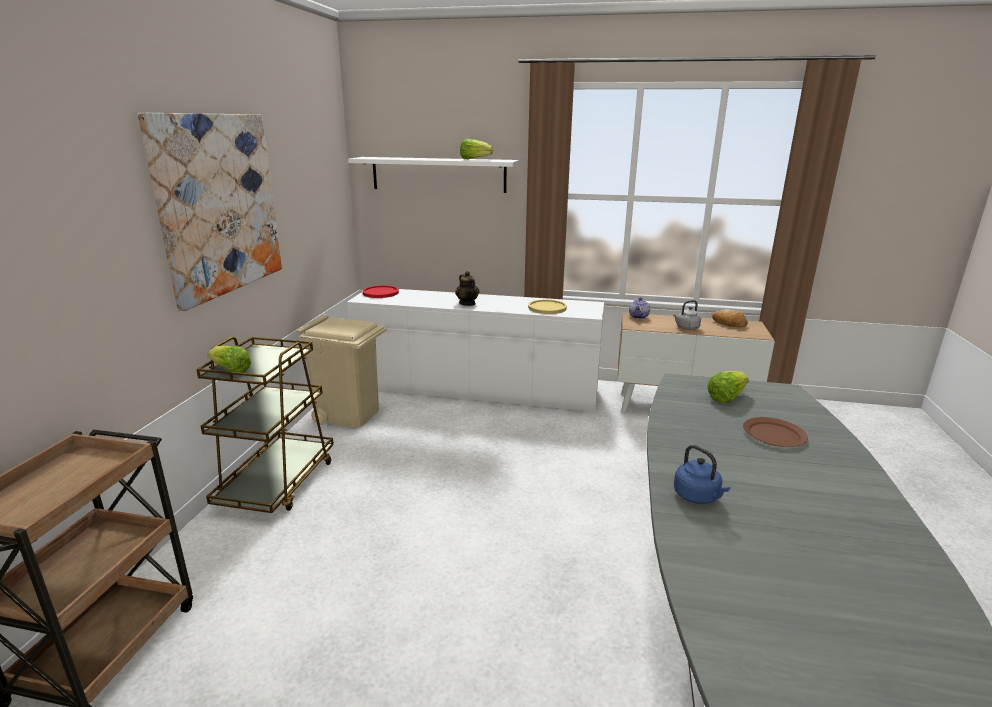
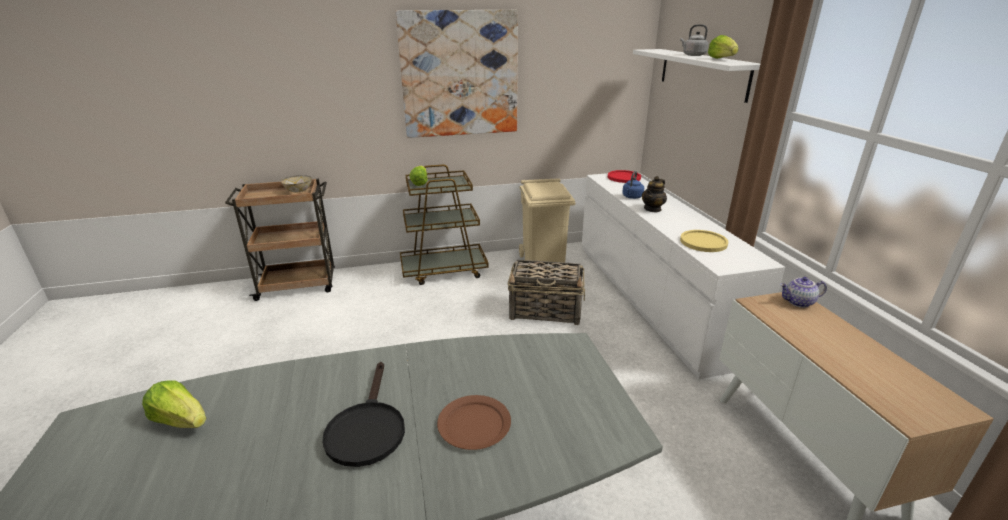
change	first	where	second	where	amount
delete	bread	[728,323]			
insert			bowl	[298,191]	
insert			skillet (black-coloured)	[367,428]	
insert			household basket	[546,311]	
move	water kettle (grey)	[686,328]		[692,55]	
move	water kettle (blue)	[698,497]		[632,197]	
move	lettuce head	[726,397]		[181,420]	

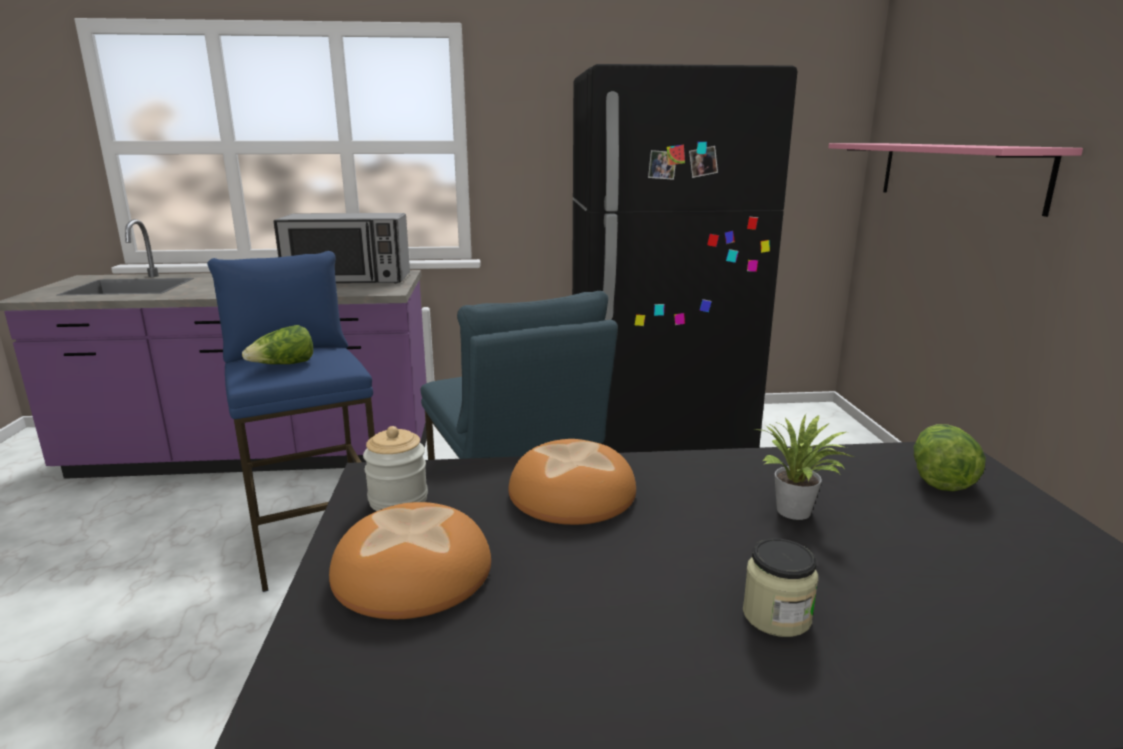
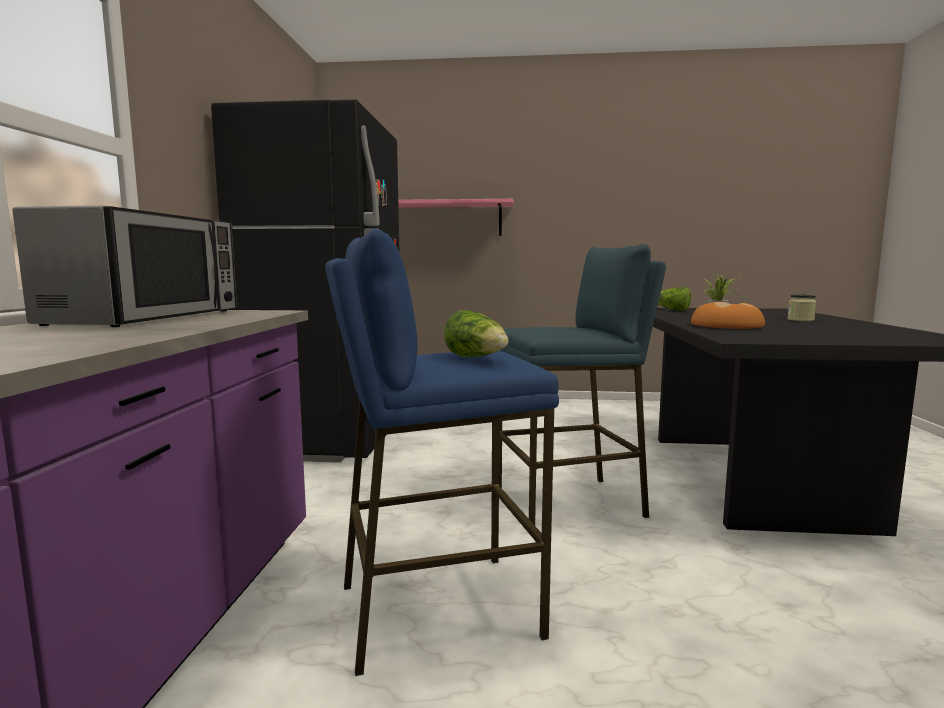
change	first	where	second	where	amount
delete	bread	[410,573]			
delete	storage jar	[398,500]			

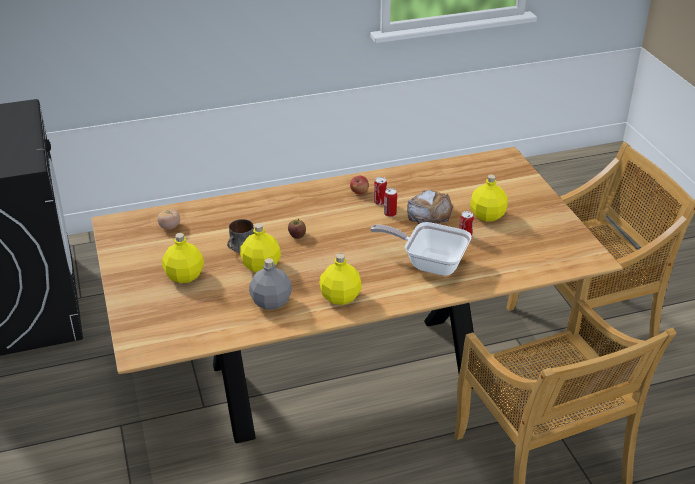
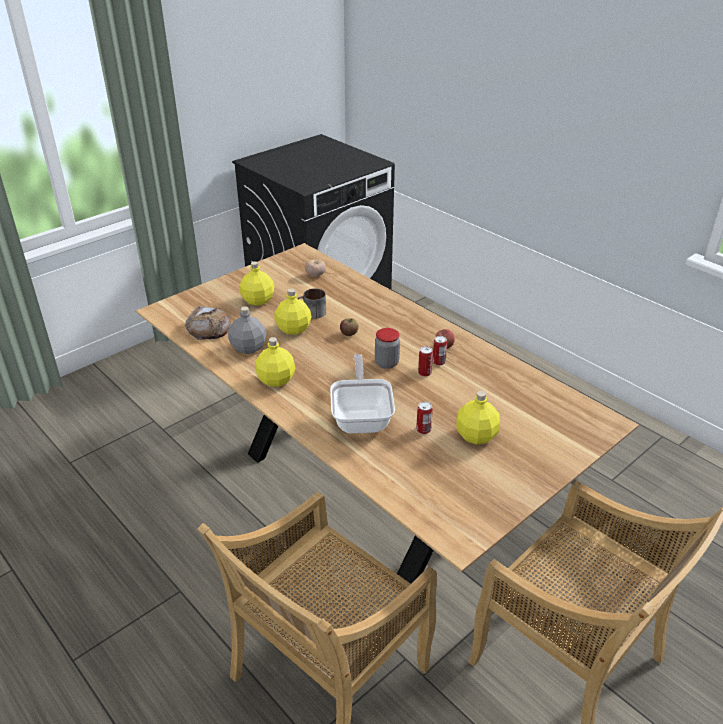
change	first	where	second	where	amount
insert			storage jar	[386,363]	
move	bread	[429,213]		[209,328]	

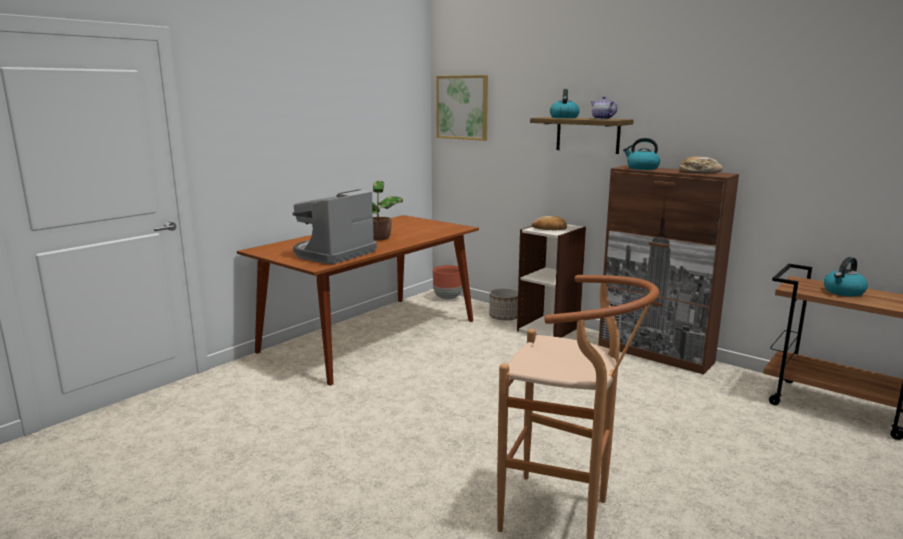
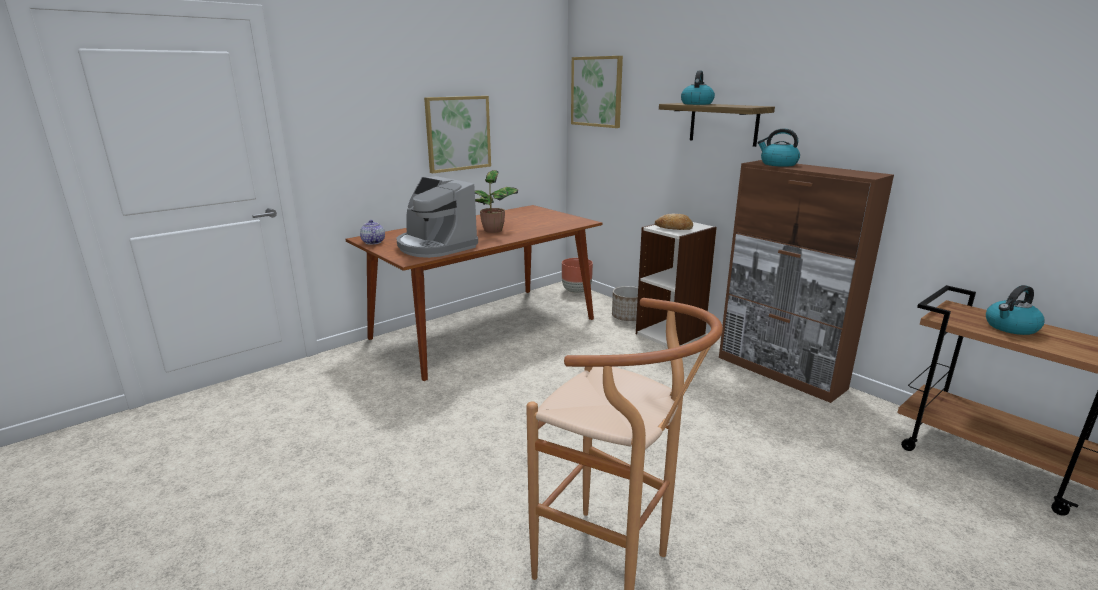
change	first	where	second	where	amount
delete	bread	[699,172]			
insert			picture	[458,133]	
move	teapot	[602,118]		[373,242]	
rotate	coffee machine	[333,254]		[435,246]	90 degrees counterclockwise

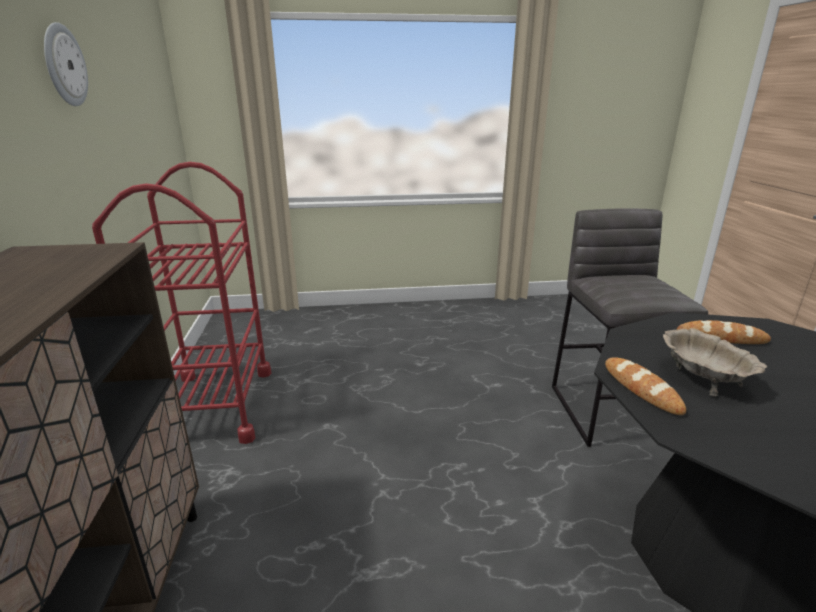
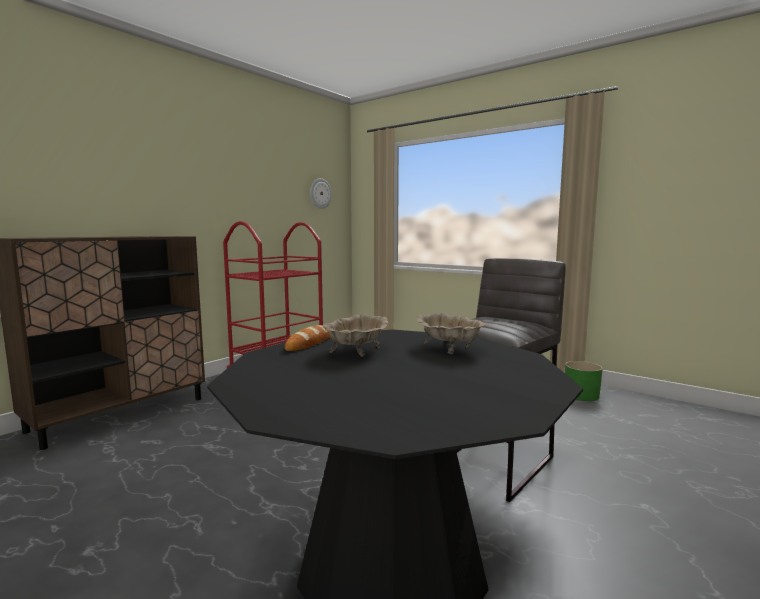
change	first	where	second	where	amount
insert			plant pot (green-coloured)	[581,395]	
move	wall clock	[64,65]		[320,193]	
replace	bread	[721,337]	bowl (beige)	[450,347]	

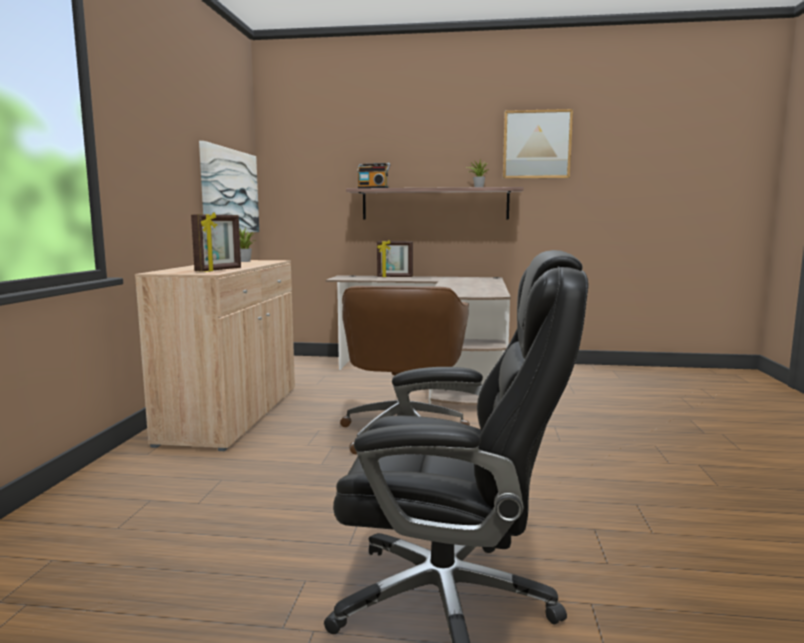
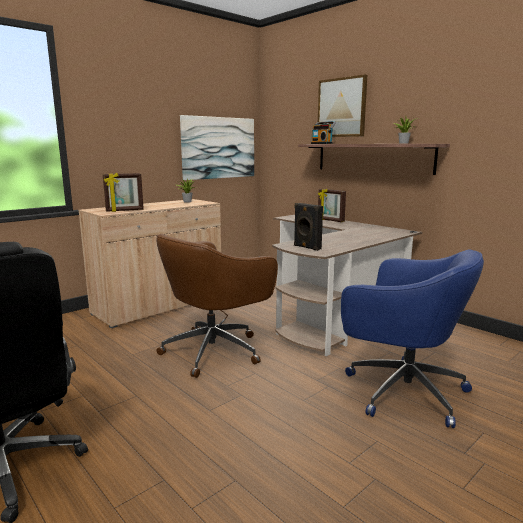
change	first	where	second	where	amount
insert			loudspeaker (black-coloured)	[306,247]	
insert			computer chair (blue)	[401,390]	
move	picture	[536,144]		[342,107]	

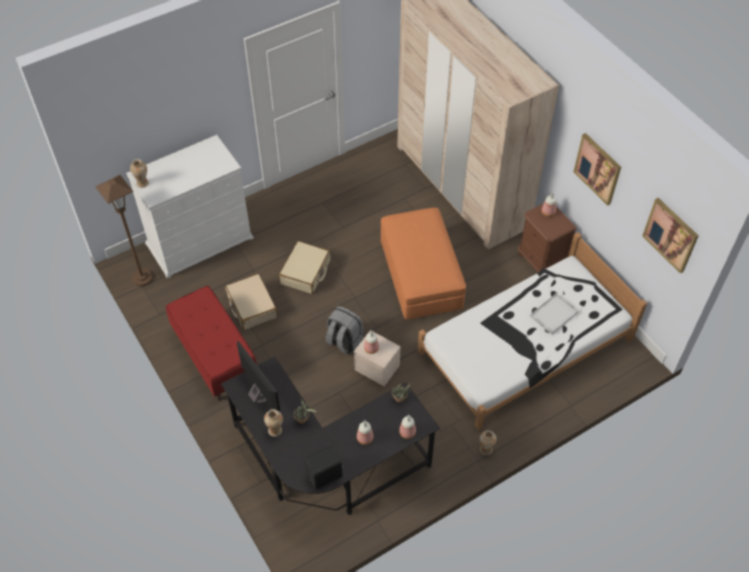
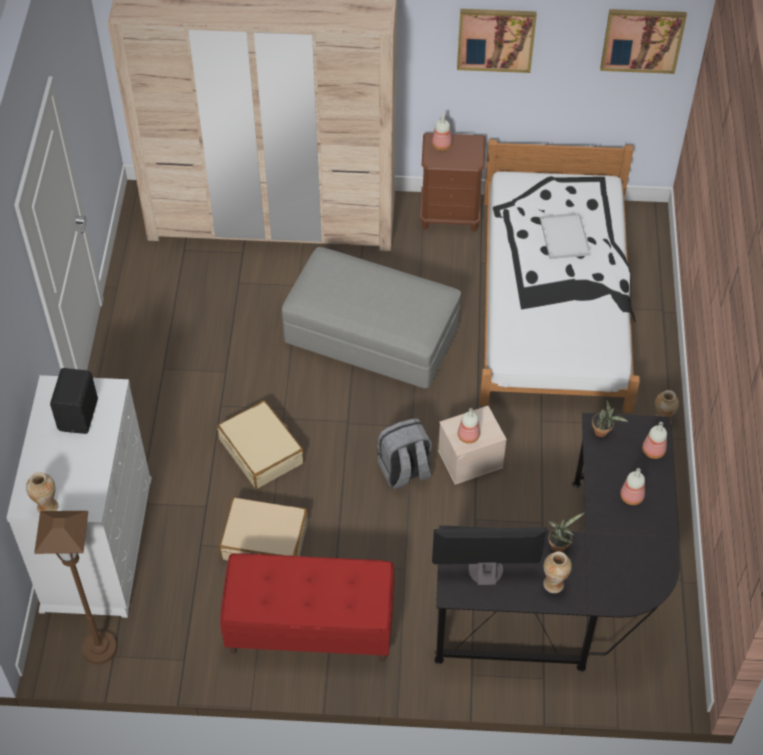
change	first	where	second	where	amount
move	loudspeaker (black-coloured)	[325,475]		[80,415]	
recolor	ottoman (orangey)	[420,275]	ottoman (grey)	[372,336]	

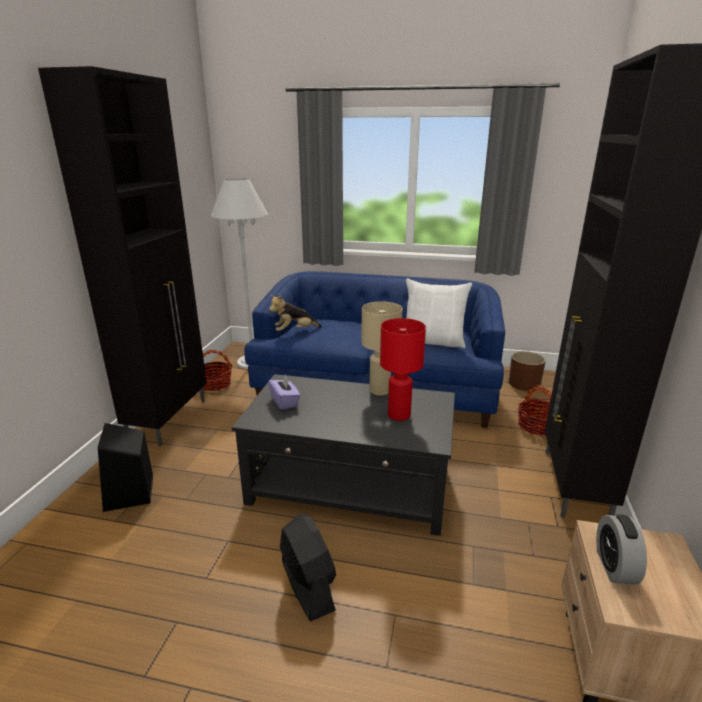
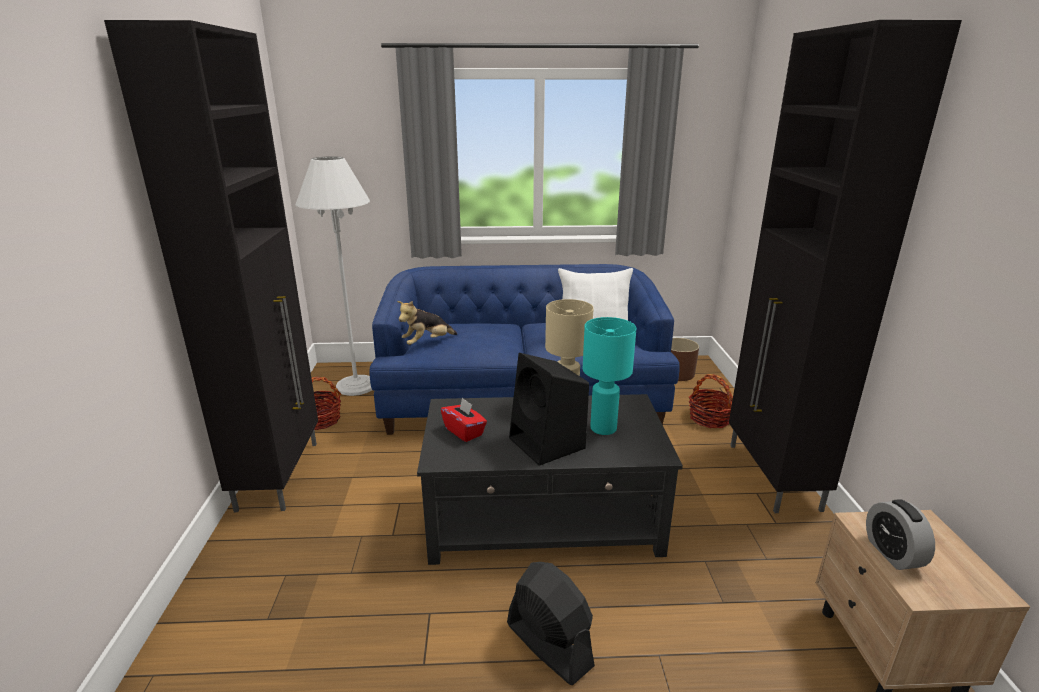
change	first	where	second	where	amount
move	loudspeaker (black-coloured)	[129,494]		[548,444]	
recolor	tissue box (purple-coloured)	[285,402]	tissue box (reddish)	[464,431]	
recolor	lamp for a table (reddish)	[398,415]	lamp for a table (blue-green)	[602,428]	

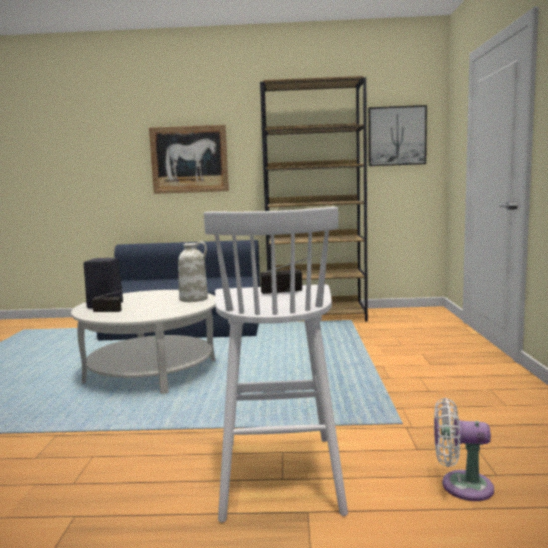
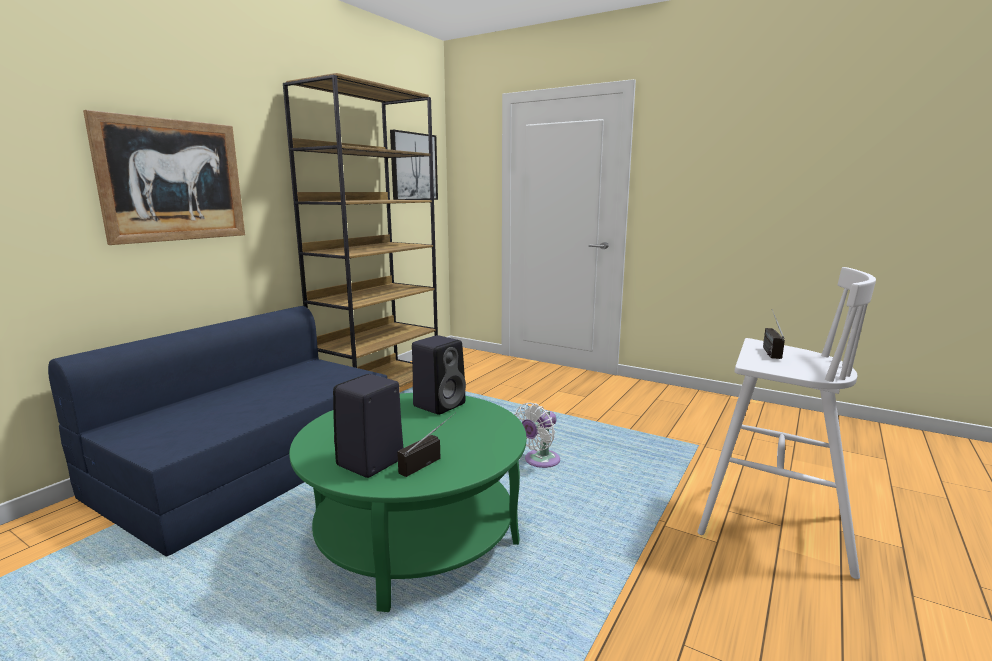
change	first	where	second	where	amount
move	fan (white-coloured)	[461,486]		[539,461]	
replace	vase (white-coloured)	[194,299]	loudspeaker (black-coloured)	[440,404]	
recolor	low table (white-coloured)	[152,371]	low table (green-coloured)	[415,534]	

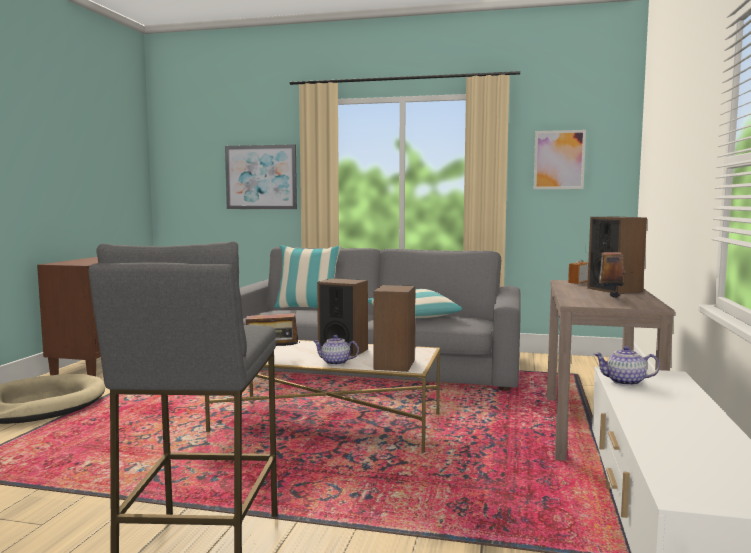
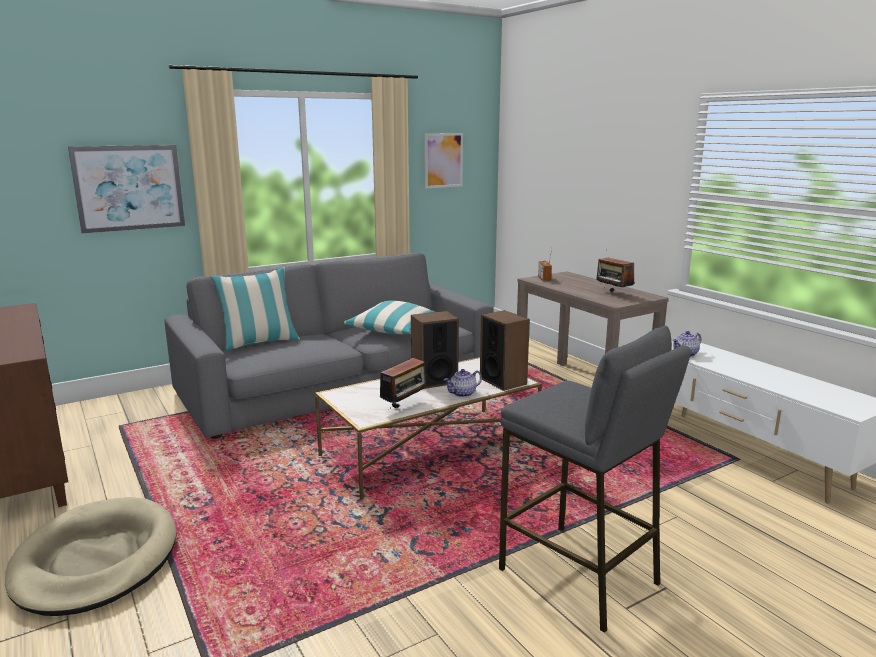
change	first	where	second	where	amount
delete	loudspeaker	[614,290]			

